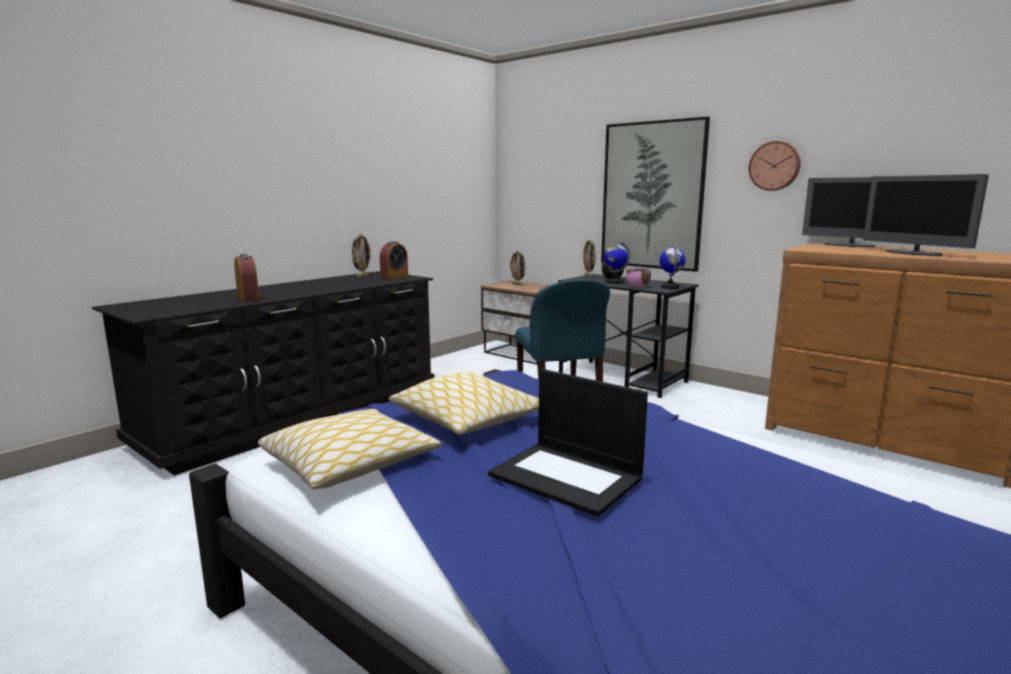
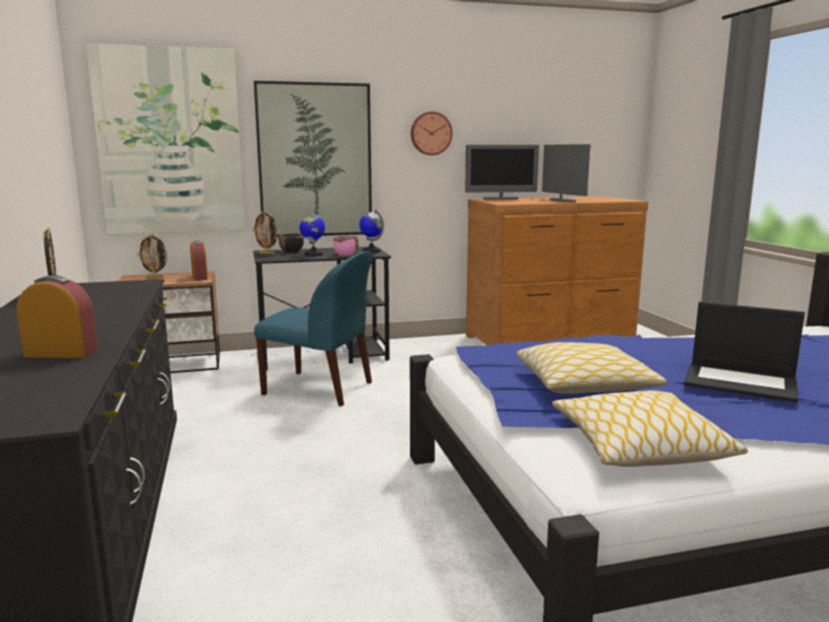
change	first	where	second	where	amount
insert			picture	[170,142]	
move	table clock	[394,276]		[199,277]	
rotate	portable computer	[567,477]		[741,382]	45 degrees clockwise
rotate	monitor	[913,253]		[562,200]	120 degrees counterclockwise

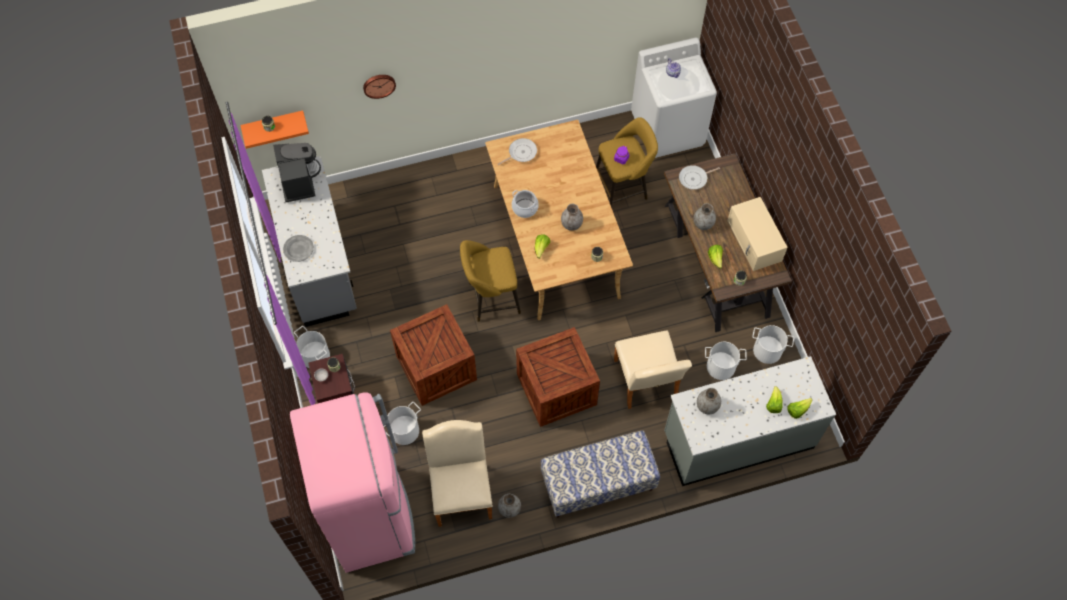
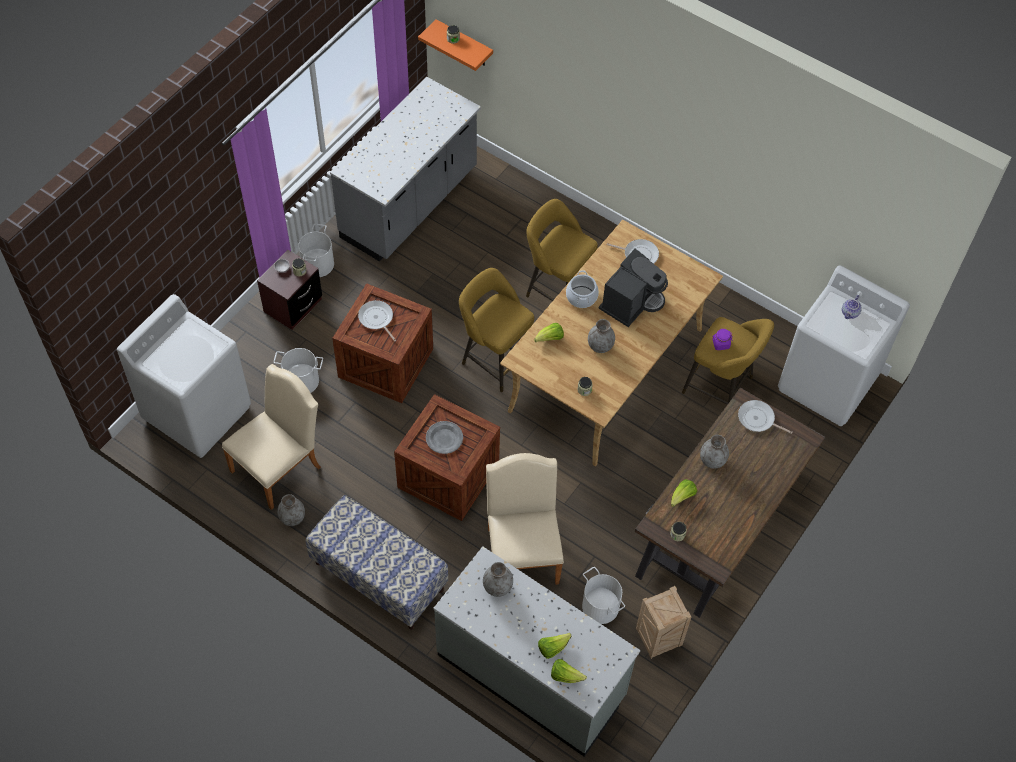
change	first	where	second	where	amount
delete	wall clock	[379,85]			
delete	microwave oven (beige)	[755,241]			
insert			skillet	[377,319]	
insert			stool (yellow-coloured)	[557,289]	
move	coffee machine	[299,180]		[631,302]	
move	dinner plate (grey)	[298,249]		[444,438]	
replace	refrigerator (pinkish)	[371,517]	laundry machine (white-coloured)	[198,412]	
replace	pail (white-coloured)	[767,351]	packing crate	[657,640]	
rotate	chair (beige)	[646,383]		[522,550]	135 degrees clockwise

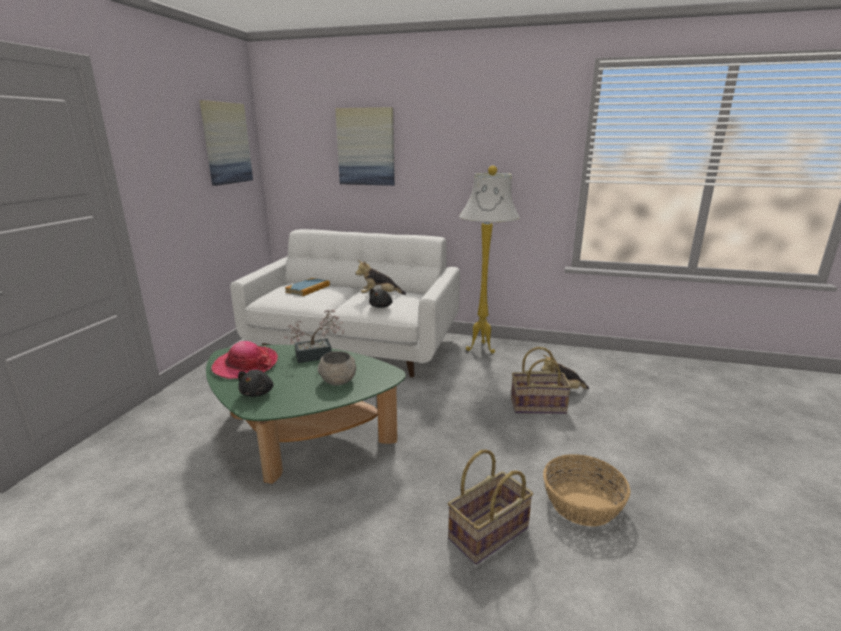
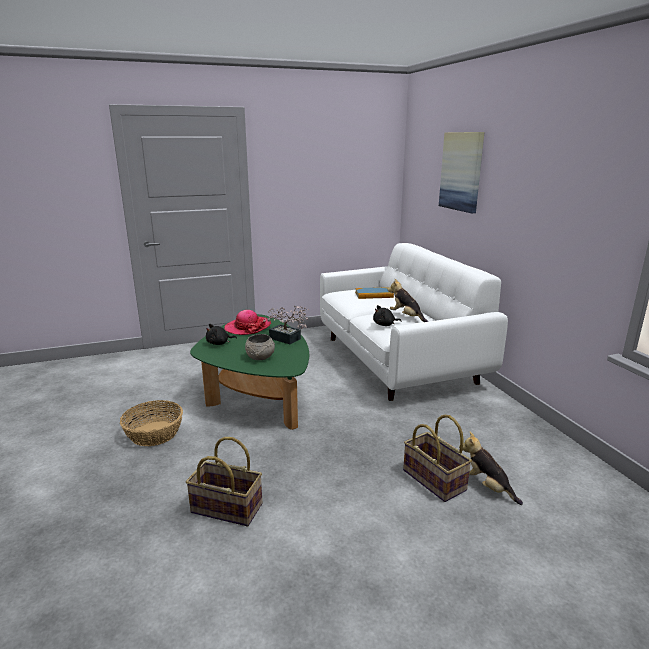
change	first	where	second	where	amount
delete	picture	[226,143]			
delete	standard lamp (white-coloured)	[482,349]			
move	household basket	[582,503]		[154,433]	

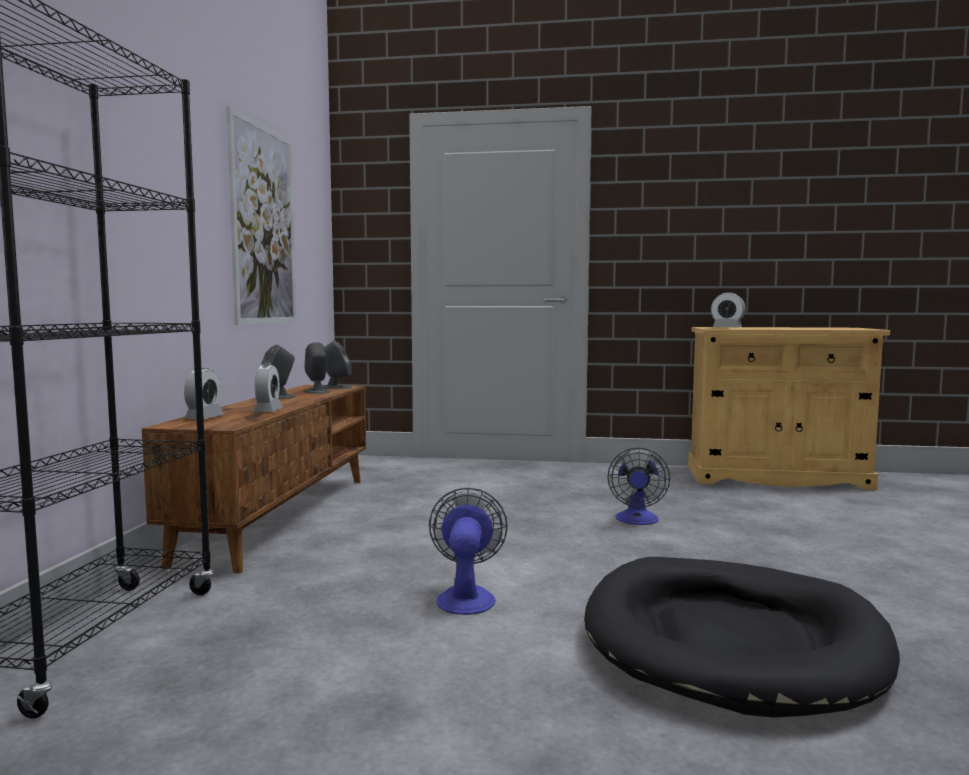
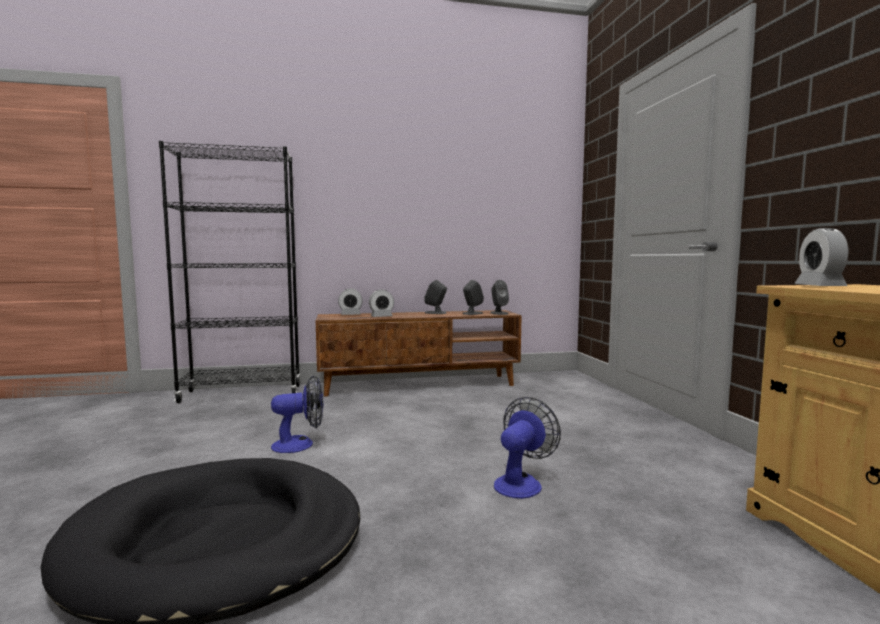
change	first	where	second	where	amount
delete	picture	[263,225]			
rotate	fan	[637,521]		[521,482]	135 degrees clockwise

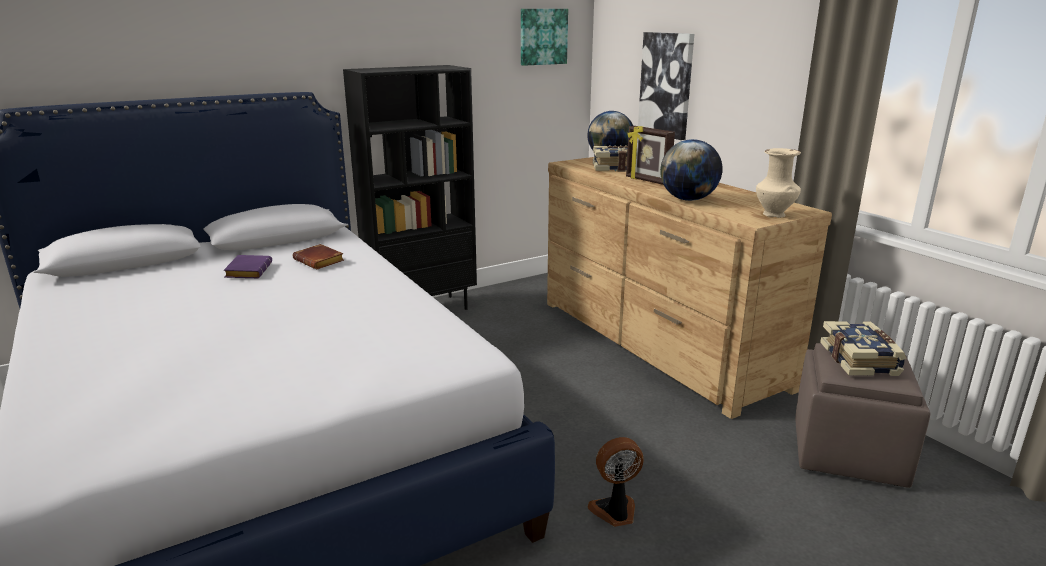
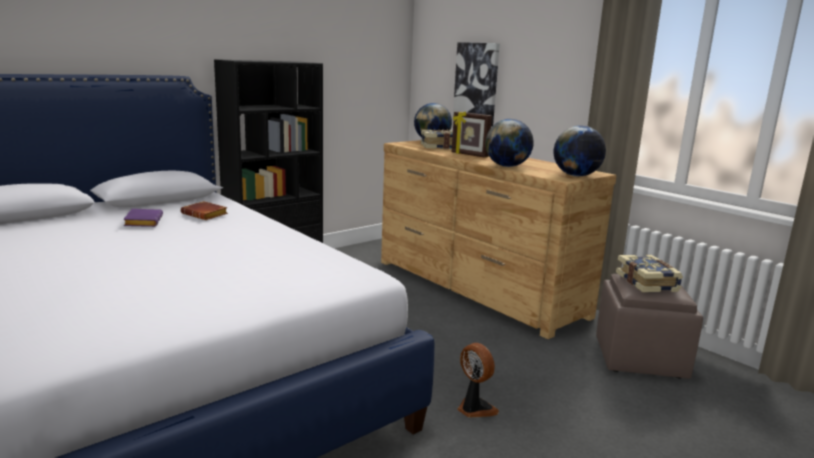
change	first	where	second	where	amount
delete	picture	[542,36]			
replace	vase (beige)	[774,215]	globe	[576,176]	
rotate	fan	[615,512]		[474,408]	75 degrees clockwise

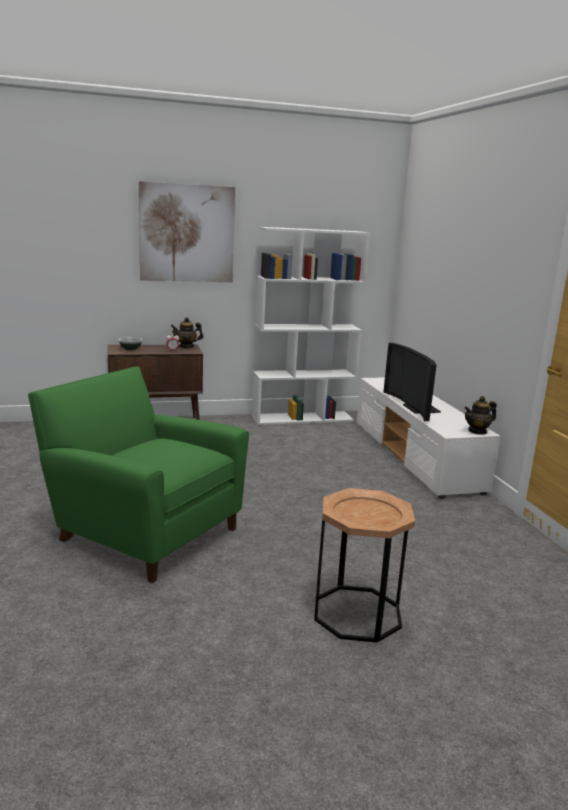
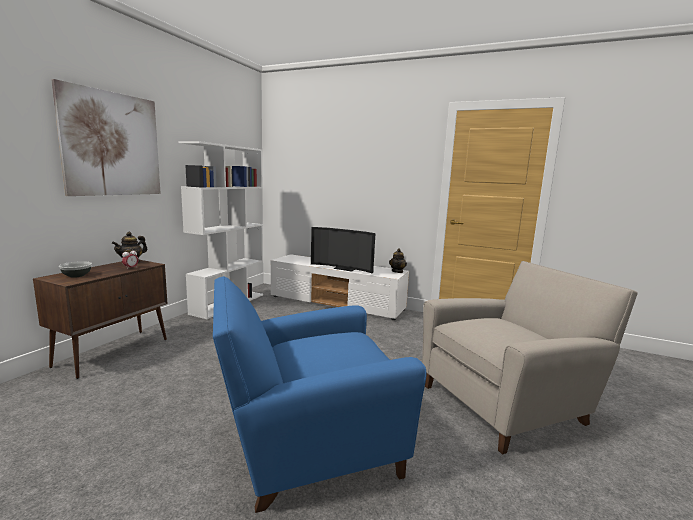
change	first	where	second	where	amount
replace	accent table (brown-coloured)	[357,613]	lounge chair (beige)	[508,402]	
recolor	lounge chair (green-coloured)	[142,531]	lounge chair (blue)	[306,444]	

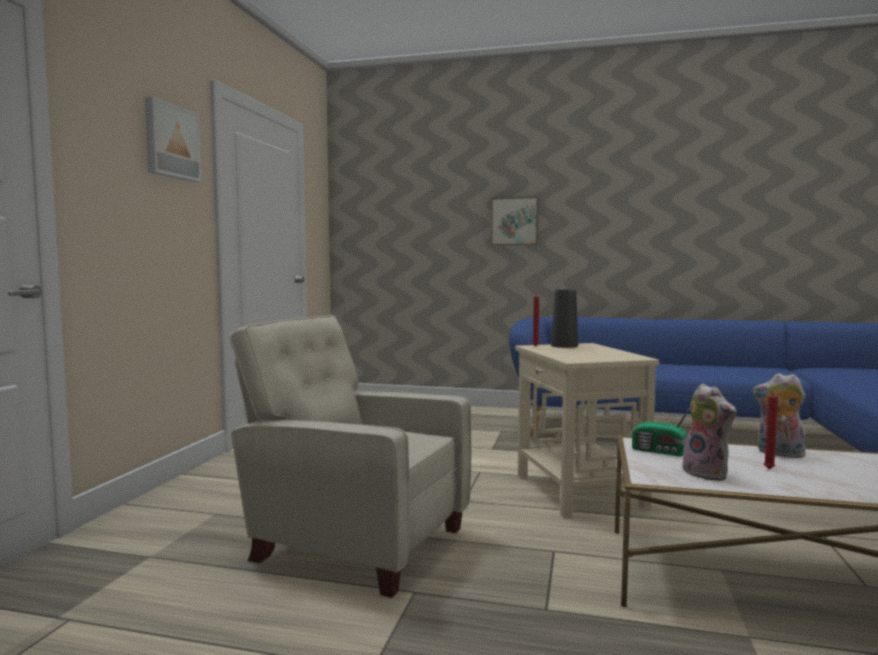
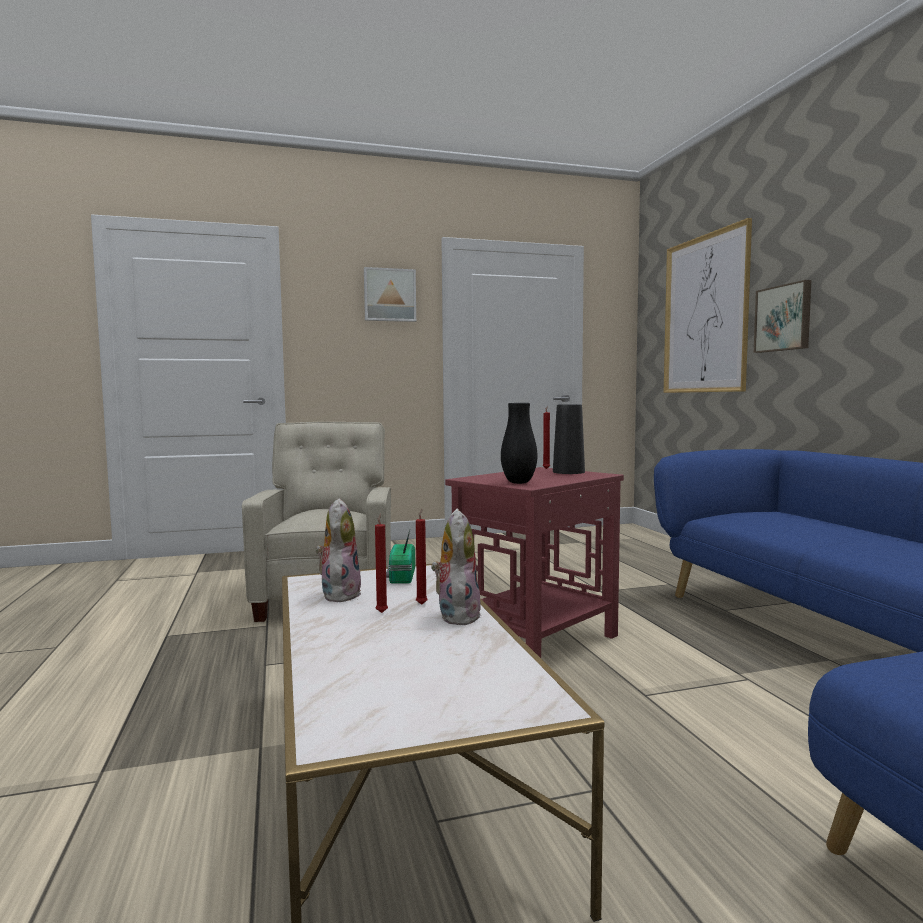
change	first	where	second	where	amount
insert			wax candle (reddish)	[422,604]	
insert			vase (black-coloured)	[518,482]	
insert			picture	[705,314]	
recolor	accent table (beige)	[578,491]	accent table (reddish)	[535,640]	
rotate	soft toy	[708,473]		[339,594]	150 degrees clockwise

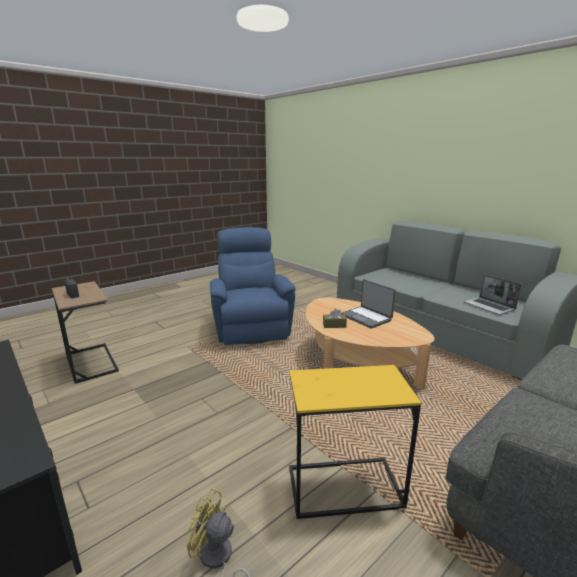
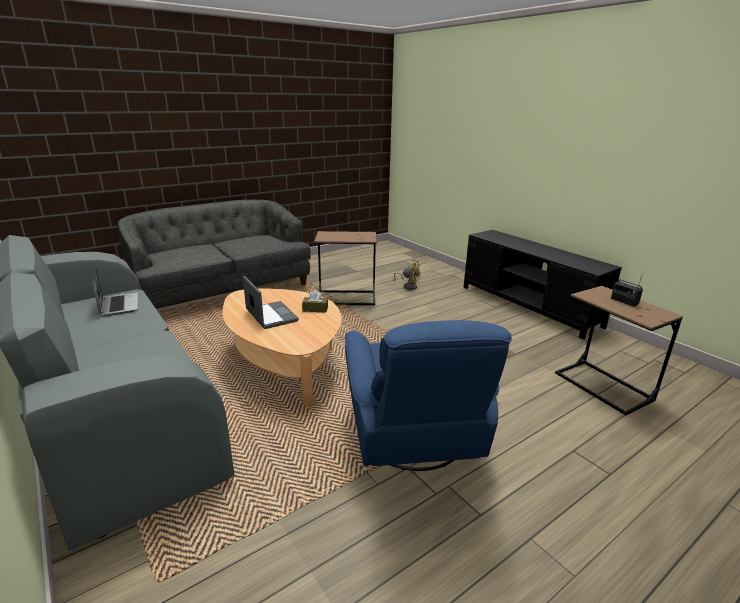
change	first	where	second	where	amount
recolor	accent table (yellow-coloured)	[344,487]	accent table (brown-coloured)	[346,298]	

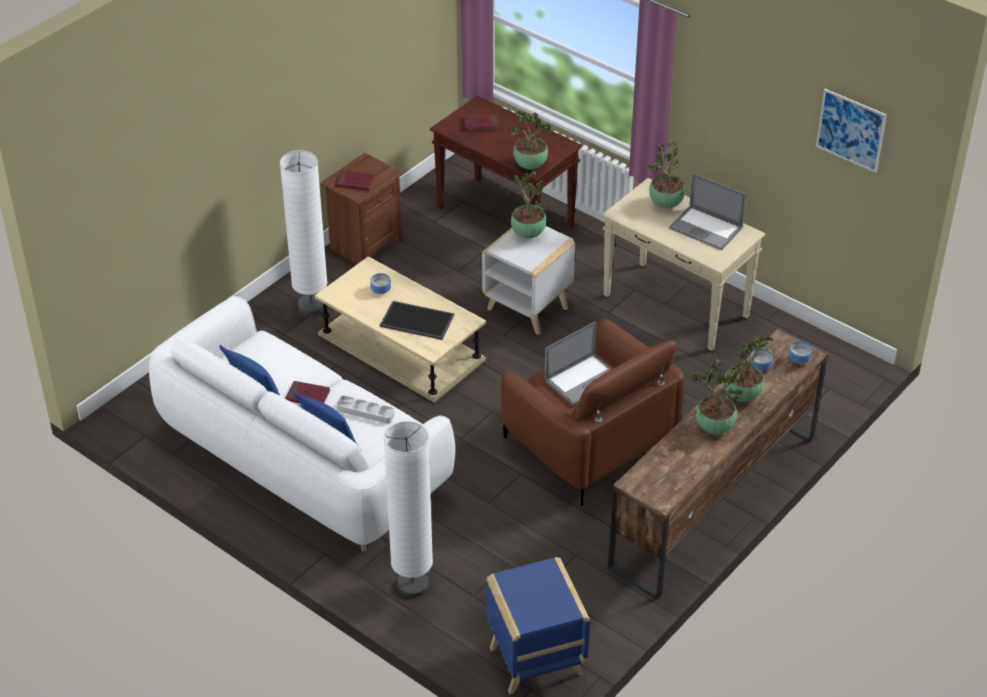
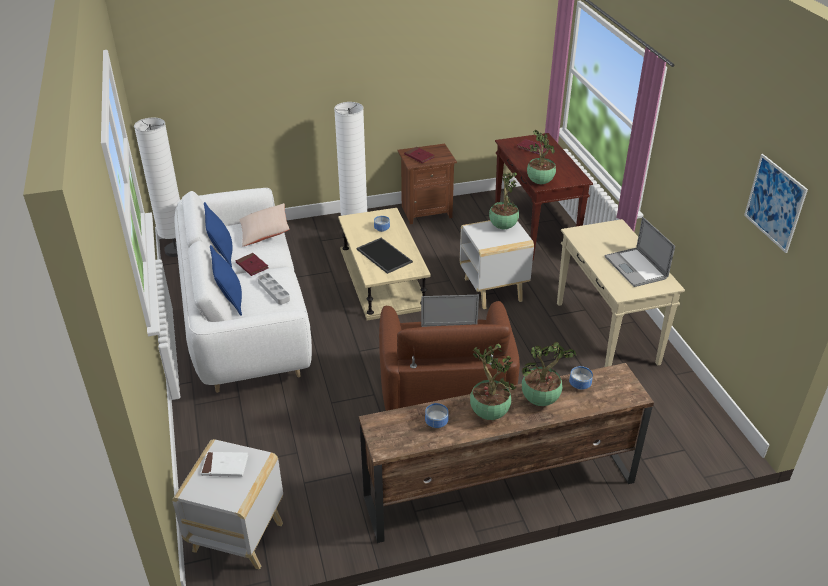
change	first	where	second	where	amount
delete	houseplant	[665,205]			
insert			volume (white-coloured)	[225,466]	
insert			cushion (beige)	[265,233]	
move	standard lamp (white-coloured)	[412,585]		[175,251]	
move	bowl	[799,360]		[436,423]	
recolor	accent table (blue)	[534,661]	accent table (white-coloured)	[236,537]	

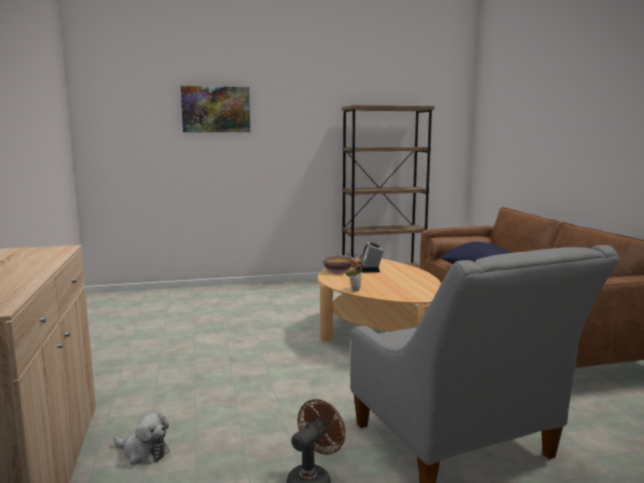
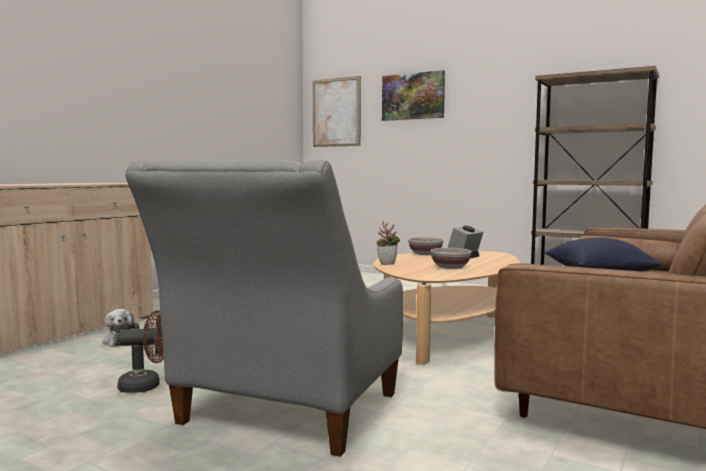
change	first	where	second	where	amount
insert			picture	[336,112]	
insert			bowl	[451,267]	

